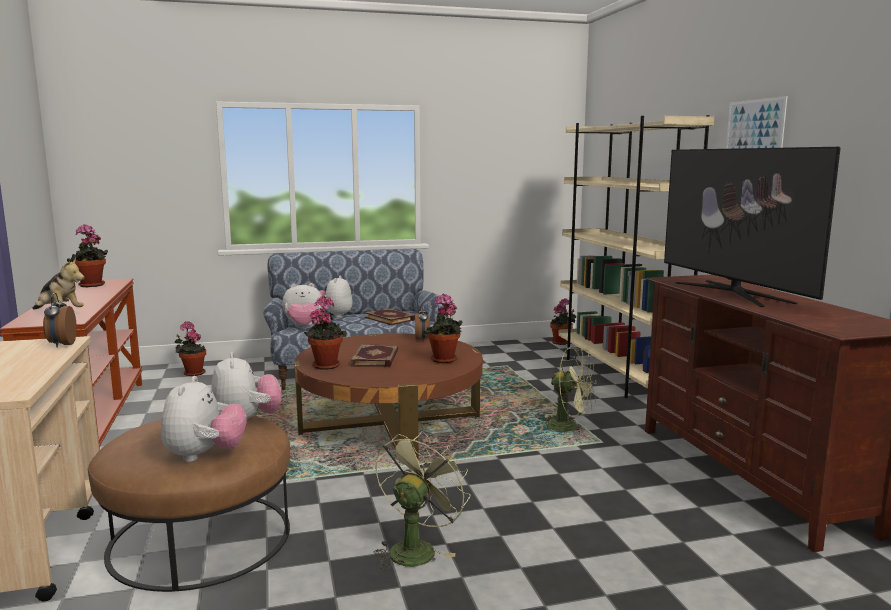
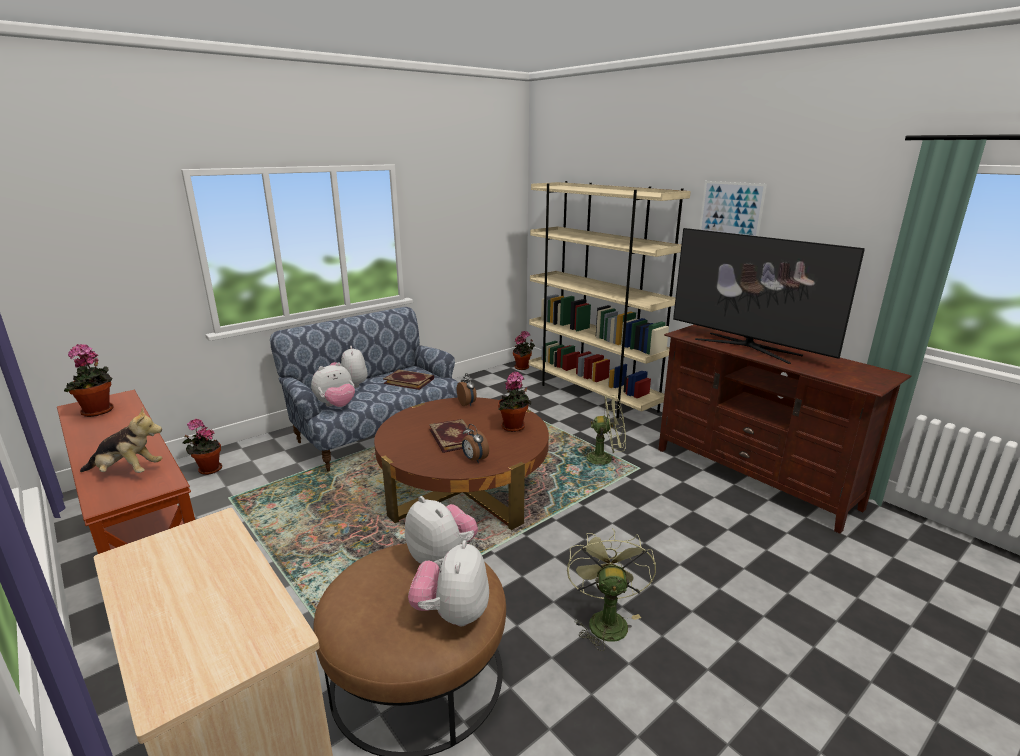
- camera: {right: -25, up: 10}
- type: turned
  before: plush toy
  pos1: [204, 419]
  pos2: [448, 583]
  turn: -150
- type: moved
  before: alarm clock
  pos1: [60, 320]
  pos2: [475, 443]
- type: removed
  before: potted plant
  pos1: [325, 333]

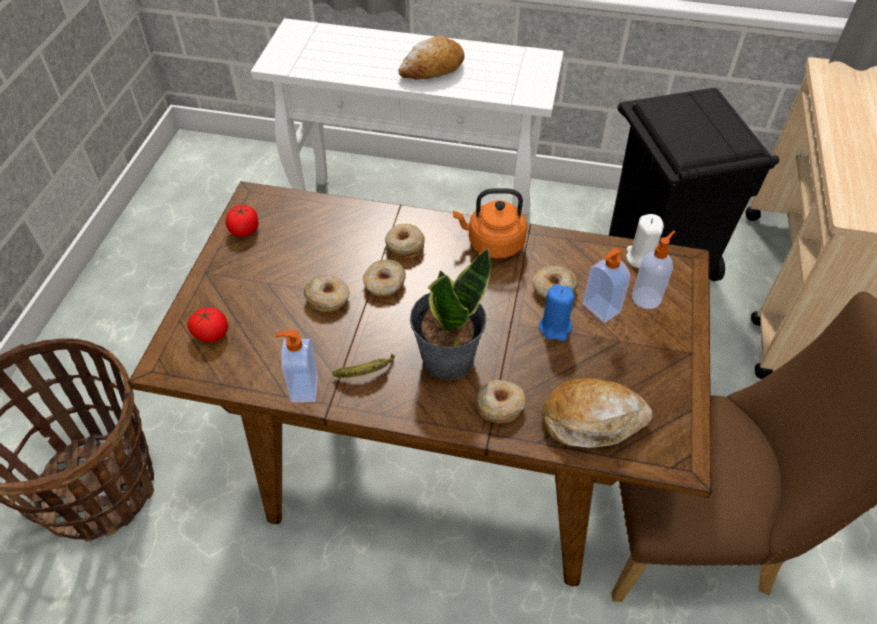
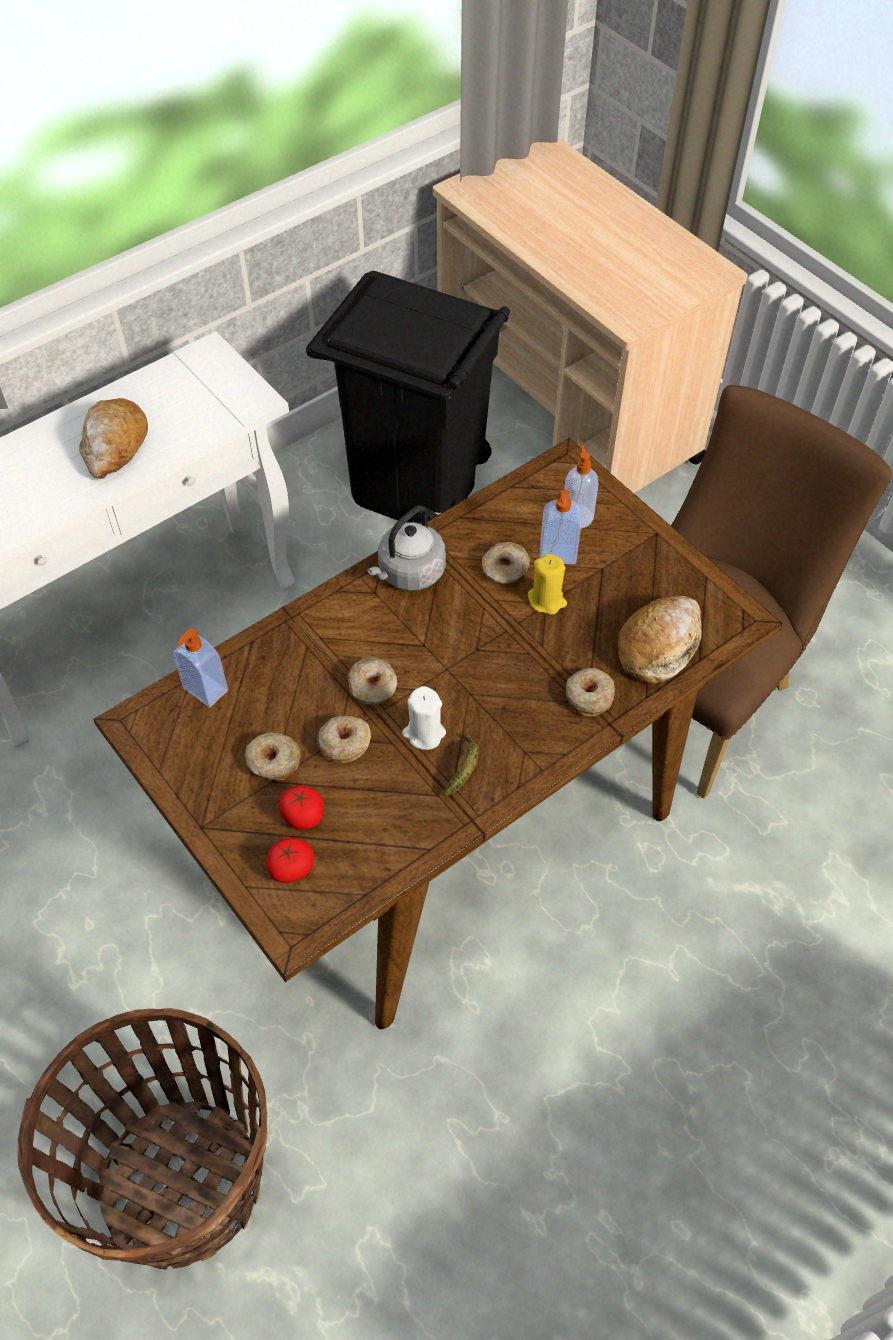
- camera: {right: -50, up: 5}
- type: moved
  before: soap dispenser
  pos1: [296, 366]
  pos2: [200, 667]
- type: moved
  before: donut
  pos1: [404, 241]
  pos2: [272, 756]
- type: moved
  before: tomato
  pos1: [242, 221]
  pos2: [301, 807]
- type: recoloured
  before: orange kettle
  after: grey kettle
  pos1: [490, 223]
  pos2: [406, 548]
- type: moved
  before: white candle
  pos1: [645, 241]
  pos2: [424, 718]
- type: recoloured
  before: blue candle
  after: yellow candle
  pos1: [556, 312]
  pos2: [547, 584]
- type: removed
  before: potted plant
  pos1: [450, 314]

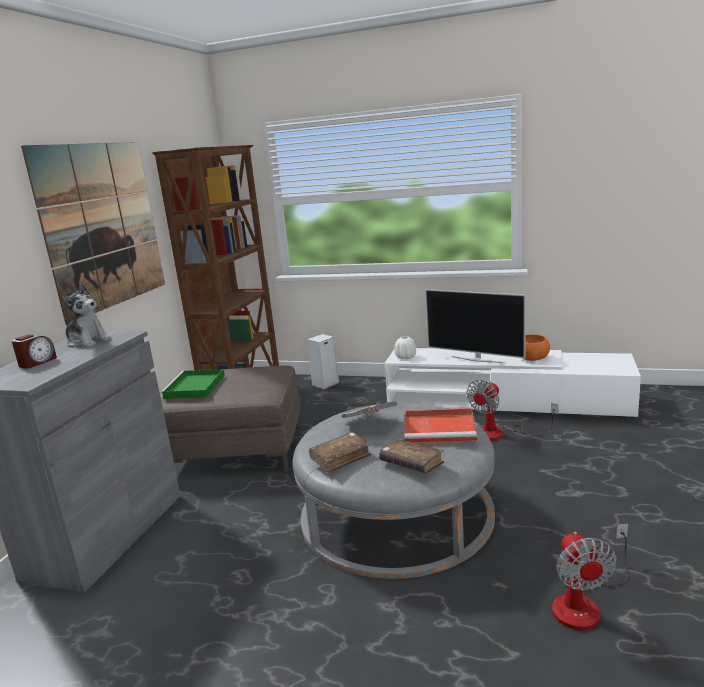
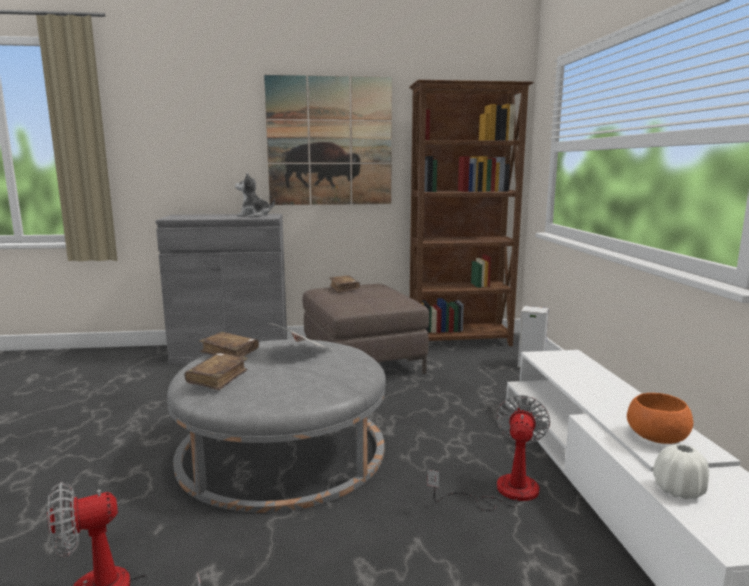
- camera: {right: 65, up: -5}
- type: turned
  before: plush toy
  pos1: [87, 315]
  pos2: [255, 195]
  turn: 90
- type: replaced
  before: green tray
  after: brown book
  pos1: [192, 384]
  pos2: [344, 284]
- type: turned
  before: fan
  pos1: [512, 410]
  pos2: [488, 453]
  turn: 90
- type: moved
  before: white vase
  pos1: [405, 347]
  pos2: [681, 471]
- type: removed
  before: alarm clock
  pos1: [34, 351]
- type: removed
  before: red tray
  pos1: [440, 426]
- type: removed
  before: television
  pos1: [475, 326]

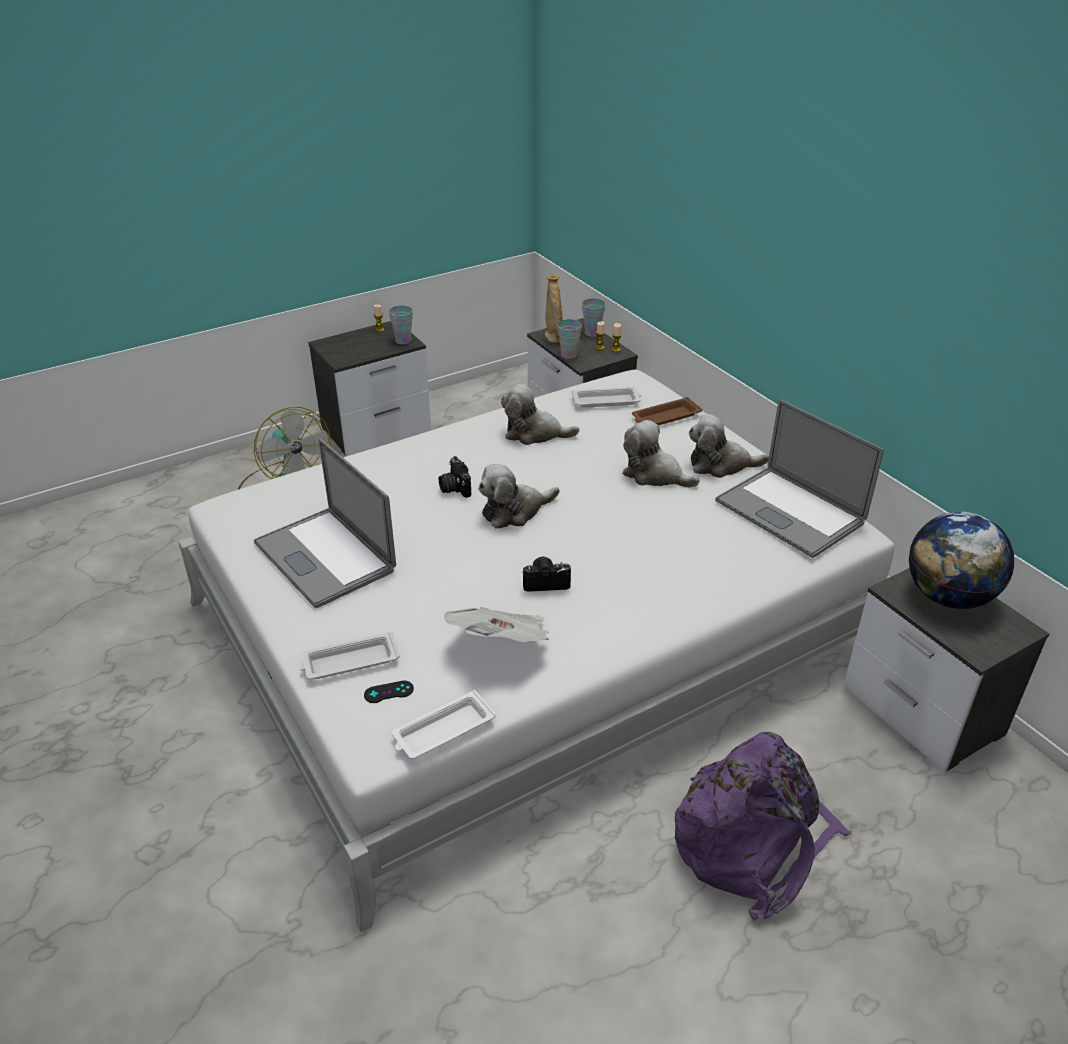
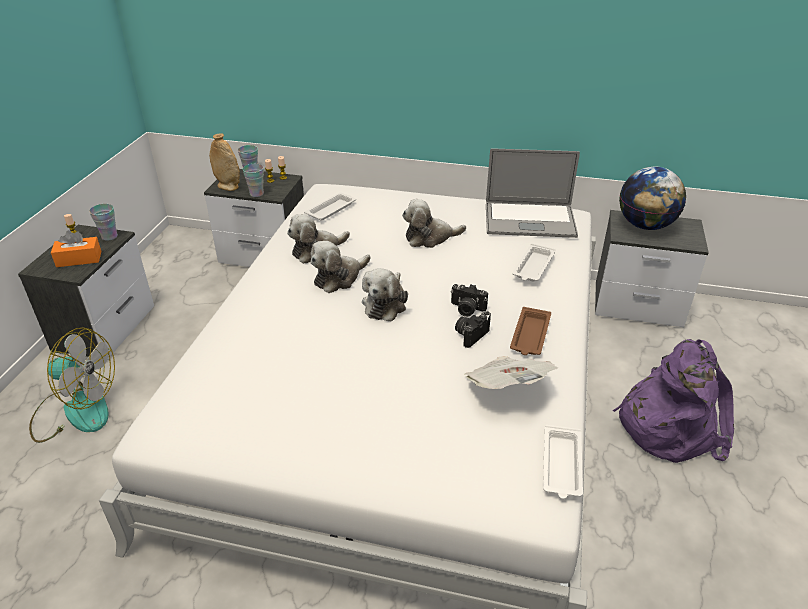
- camera: {right: -45, up: 0}
- type: added
  after: orange tissue box
  pos2: [76, 248]
- type: moved
  before: plush toy
  pos1: [729, 446]
  pos2: [341, 267]
- type: moved
  before: photo camera
  pos1: [455, 477]
  pos2: [469, 300]
- type: moved
  before: brown tray
  pos1: [667, 411]
  pos2: [530, 331]
- type: moved
  before: white tray
  pos1: [349, 655]
  pos2: [534, 263]
- type: removed
  before: laptop
  pos1: [325, 523]
- type: removed
  before: black game controller
  pos1: [389, 692]

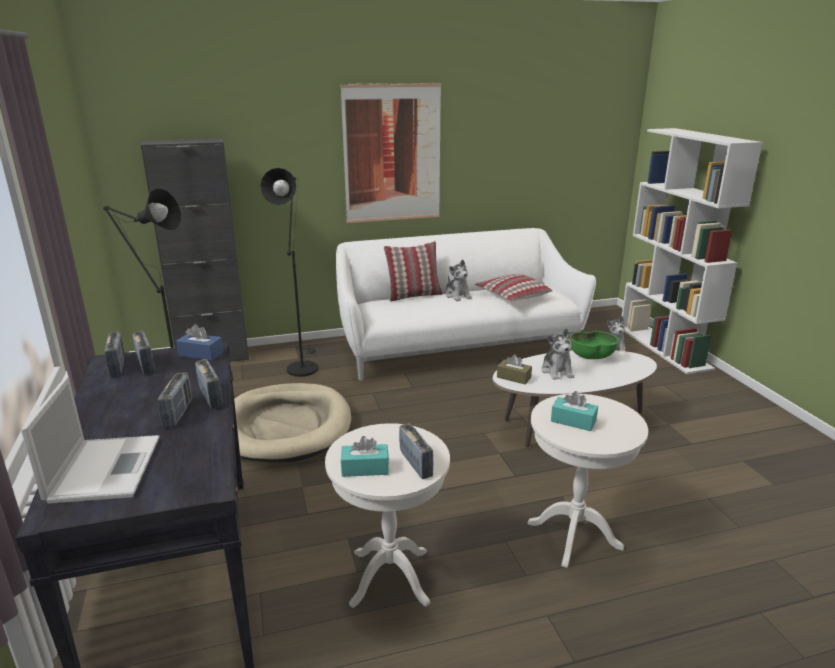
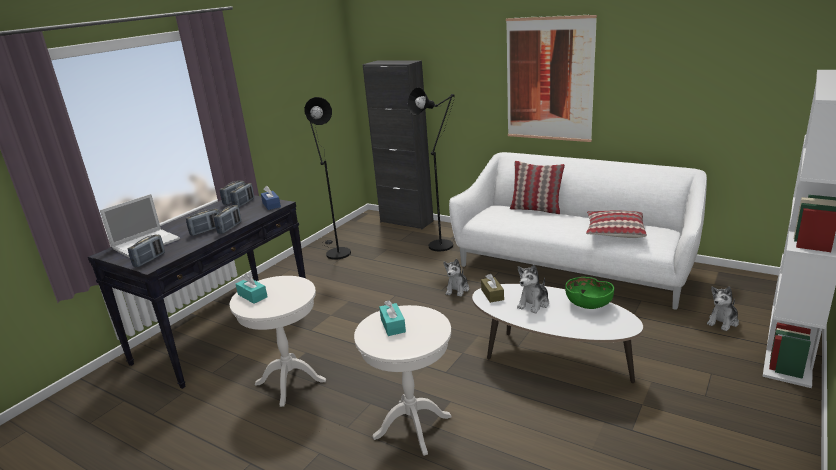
- camera: {right: 50, up: 0}
- type: moved
  before: radio
  pos1: [416, 451]
  pos2: [146, 251]
- type: moved
  before: plush toy
  pos1: [458, 280]
  pos2: [456, 278]
- type: removed
  before: beige dog bed
  pos1: [292, 422]

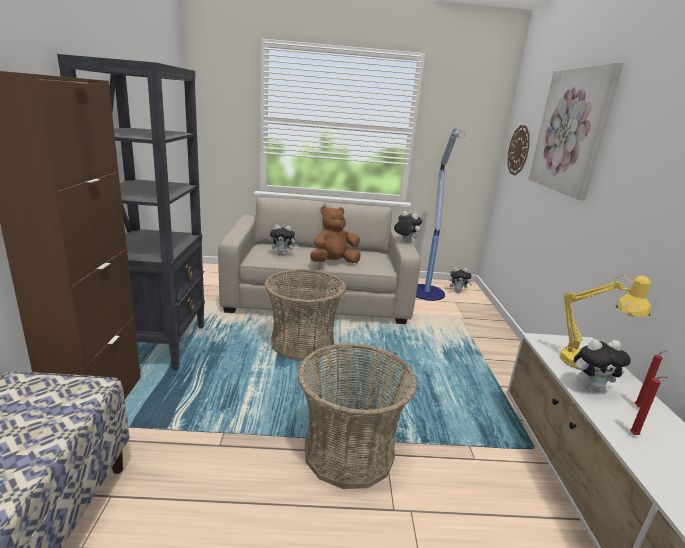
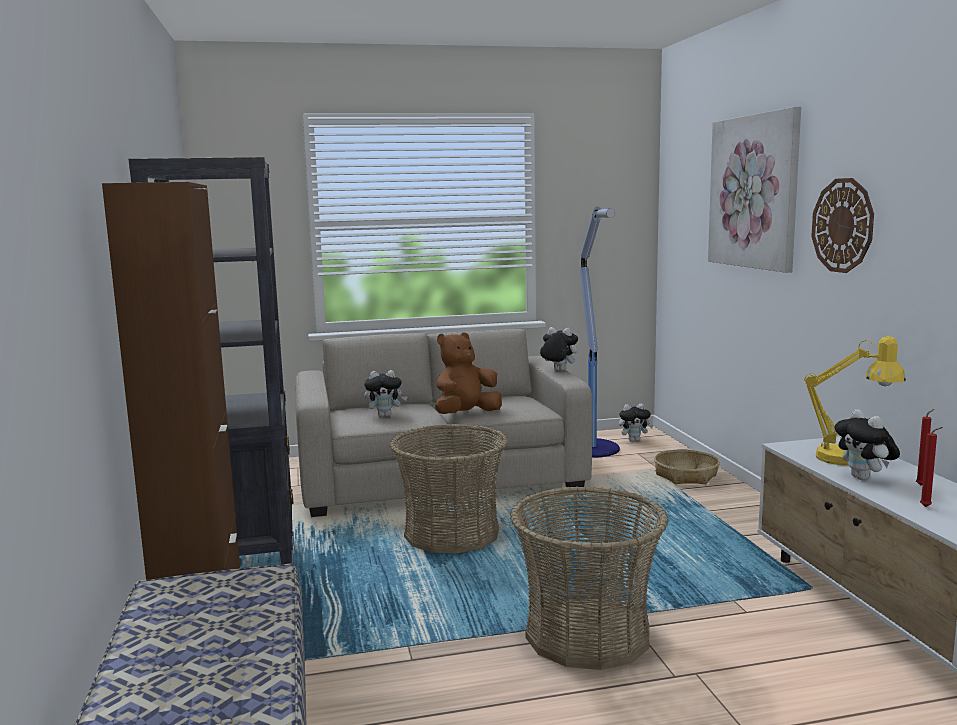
- camera: {right: -10, up: -10}
- type: added
  after: basket
  pos2: [687, 466]
- type: moved
  before: wall clock
  pos1: [519, 150]
  pos2: [842, 225]
- type: turned
  before: plush toy
  pos1: [602, 365]
  pos2: [867, 444]
  turn: 90

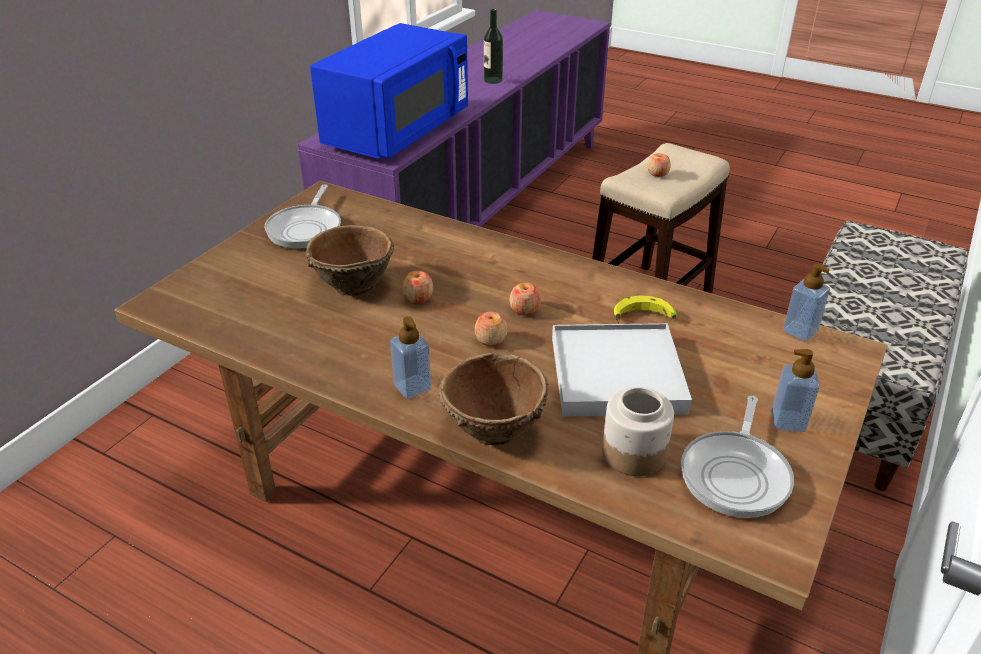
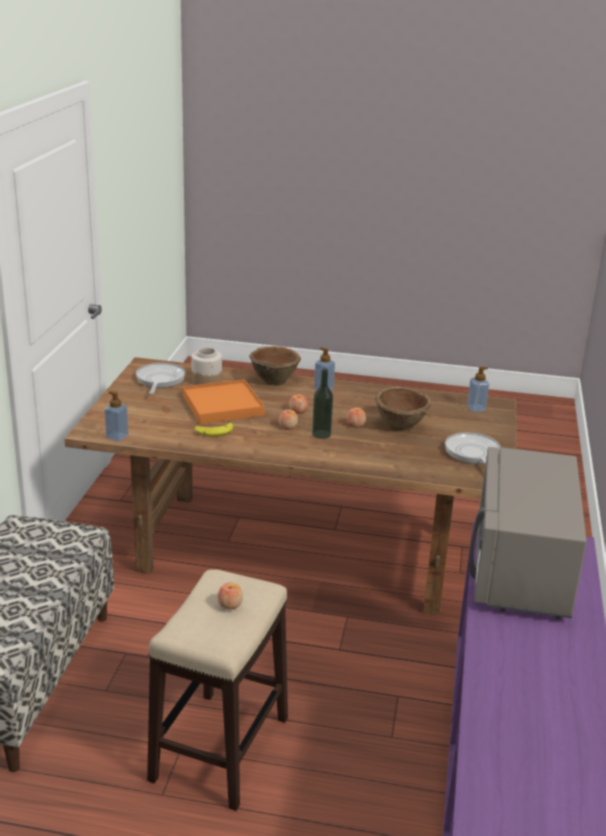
- camera: {right: 160, up: -10}
- type: recoloured
  before: white tray
  after: orange tray
  pos1: [622, 370]
  pos2: [224, 401]
- type: moved
  before: bottle
  pos1: [493, 46]
  pos2: [322, 404]
- type: moved
  before: soap dispenser
  pos1: [795, 390]
  pos2: [478, 389]
- type: recoloured
  before: blue microwave
  after: grey microwave
  pos1: [389, 91]
  pos2: [528, 533]

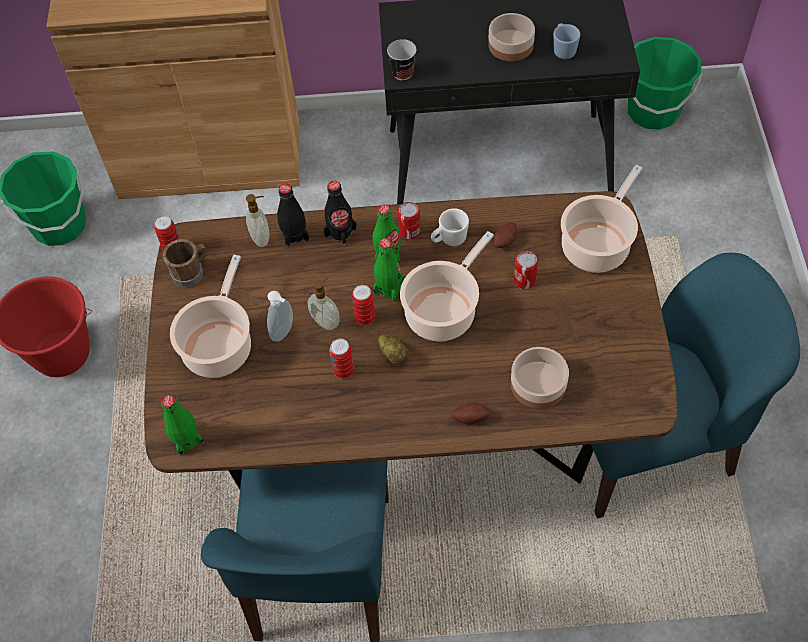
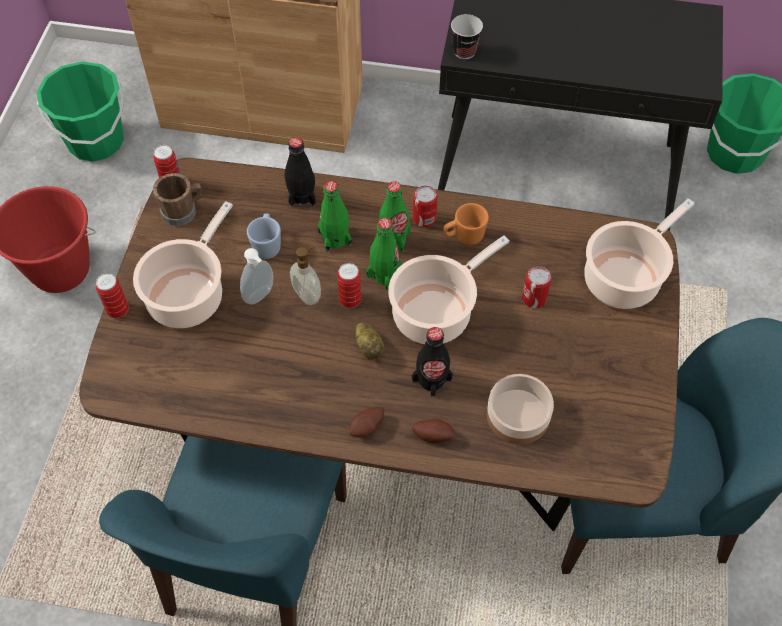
- camera: {right: 10, up: 0}
- type: moved
  before: can
  pos1: [341, 359]
  pos2: [112, 295]
- type: moved
  before: blue mug
  pos1: [566, 41]
  pos2: [264, 236]
- type: moved
  before: green bottle
  pos1: [182, 425]
  pos2: [335, 216]
- type: moved
  before: potato
  pos1: [505, 235]
  pos2: [366, 422]
- type: moved
  before: black bottle
  pos1: [340, 213]
  pos2: [432, 362]
- type: recoloured
  before: white mug
  after: orange mug
  pos1: [450, 227]
  pos2: [466, 224]
- type: removed
  before: soap dispenser
  pos1: [258, 220]
- type: removed
  before: bowl
  pos1: [511, 37]

